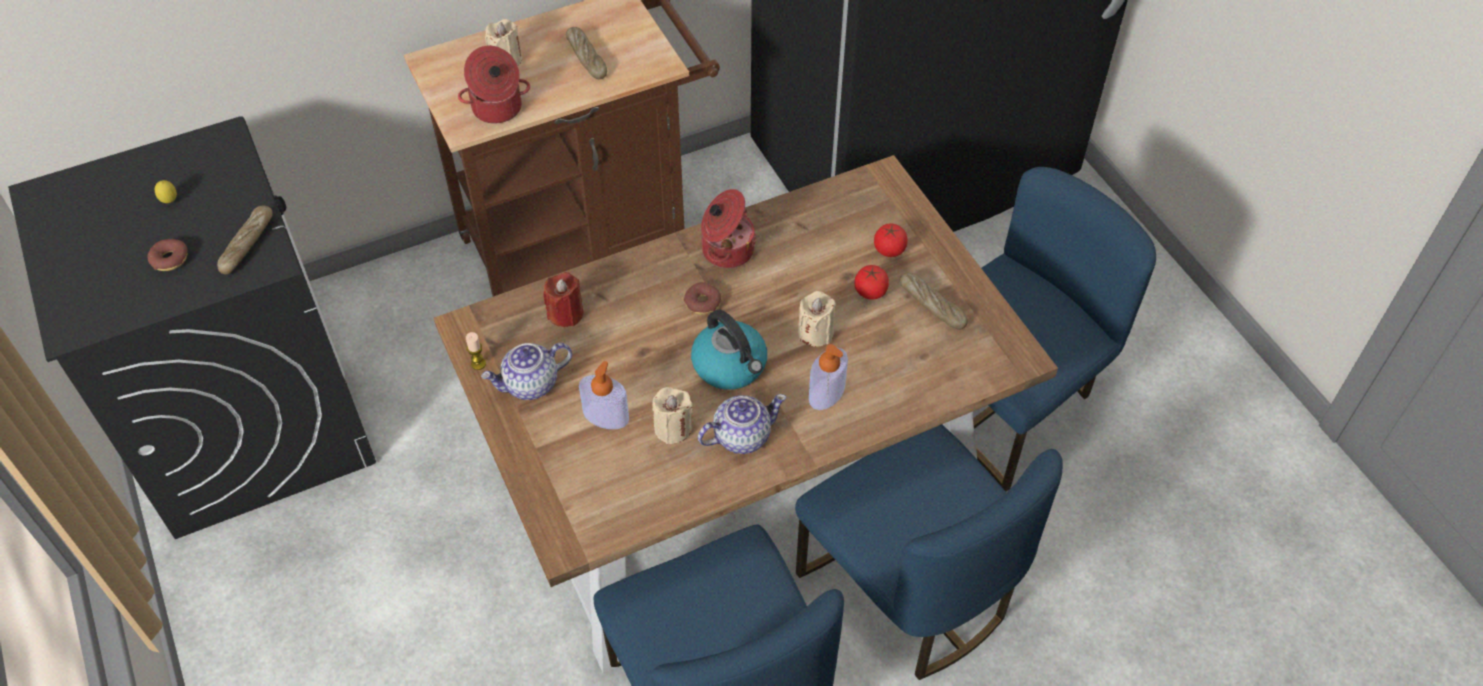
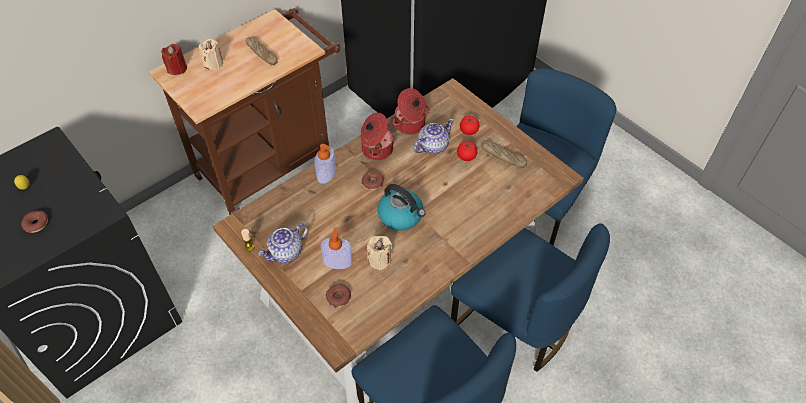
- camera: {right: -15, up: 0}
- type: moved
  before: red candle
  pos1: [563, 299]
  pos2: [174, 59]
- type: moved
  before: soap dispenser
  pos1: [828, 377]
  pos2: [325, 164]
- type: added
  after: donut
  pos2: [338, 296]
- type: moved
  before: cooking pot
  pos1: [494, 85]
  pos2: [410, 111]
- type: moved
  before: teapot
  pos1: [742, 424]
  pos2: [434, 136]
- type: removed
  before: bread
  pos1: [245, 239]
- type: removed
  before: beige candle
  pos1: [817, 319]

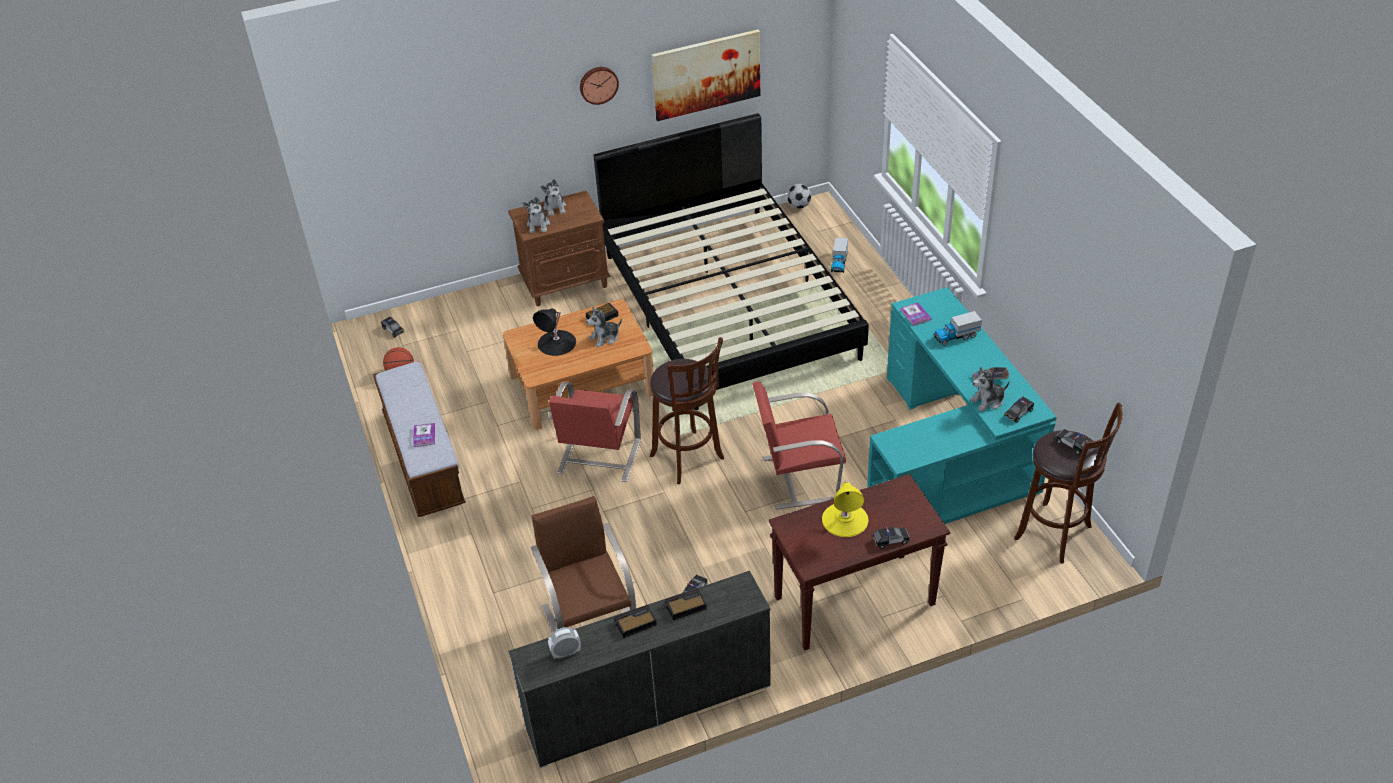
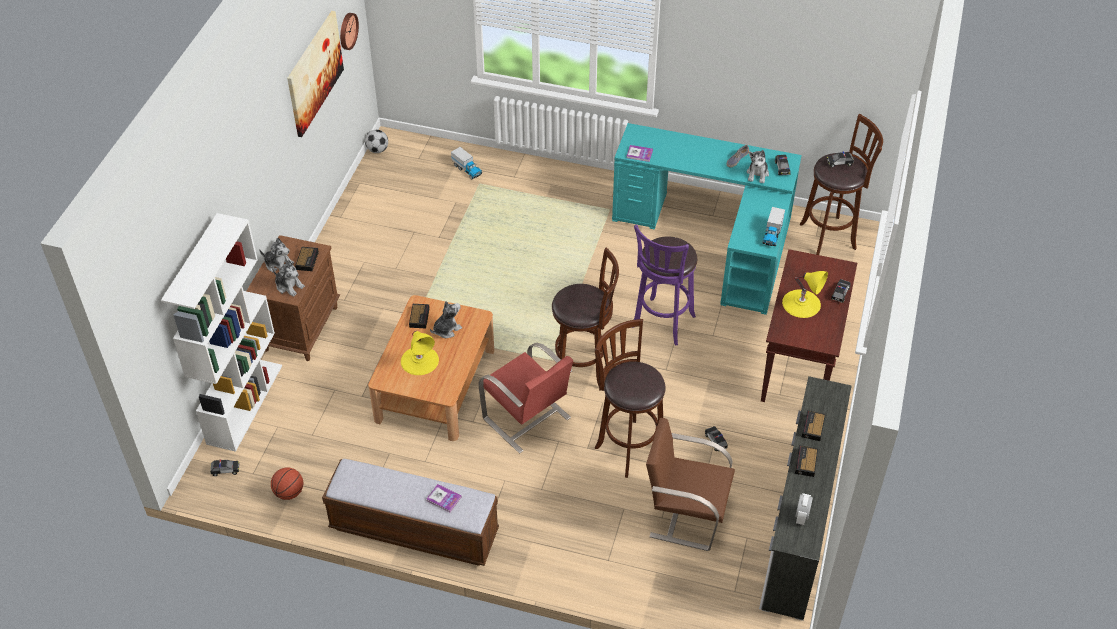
- camera: {right: -55, up: 5}
- type: added
  after: white bookcase
  pos2: [221, 332]
- type: added
  after: alarm clock
  pos2: [307, 259]
- type: moved
  before: wall clock
  pos1: [599, 86]
  pos2: [349, 31]
- type: recoloured
  before: black table lamp
  after: yellow table lamp
  pos1: [554, 332]
  pos2: [420, 353]
- type: turned
  before: plush toy
  pos1: [604, 327]
  pos2: [446, 319]
  turn: -135
- type: added
  after: brown stool
  pos2: [630, 398]
- type: replaced
  before: red chair
  after: purple stool
  pos1: [799, 445]
  pos2: [664, 285]
- type: moved
  before: toy truck
  pos1: [958, 328]
  pos2: [773, 227]
- type: removed
  before: black bed
  pos1: [731, 261]

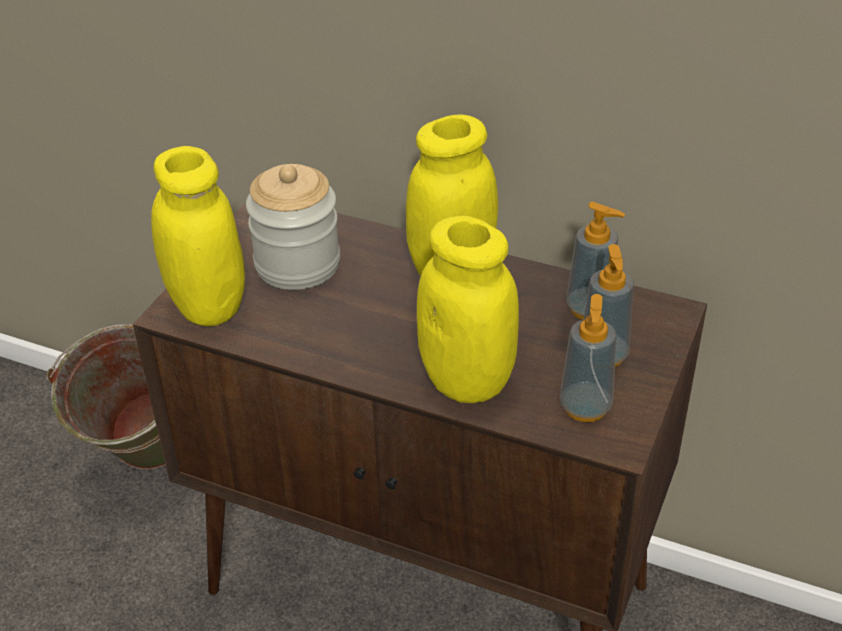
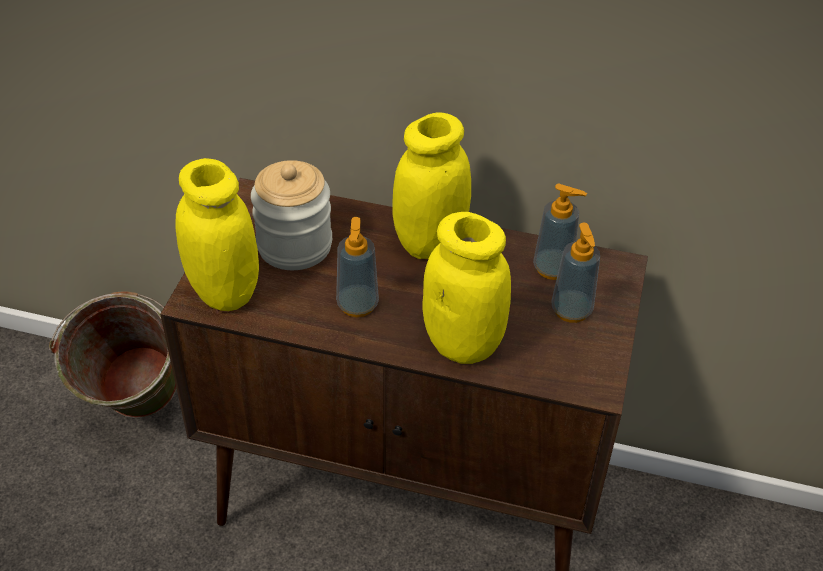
- camera: {right: -10, up: 5}
- type: moved
  before: soap dispenser
  pos1: [588, 358]
  pos2: [357, 267]

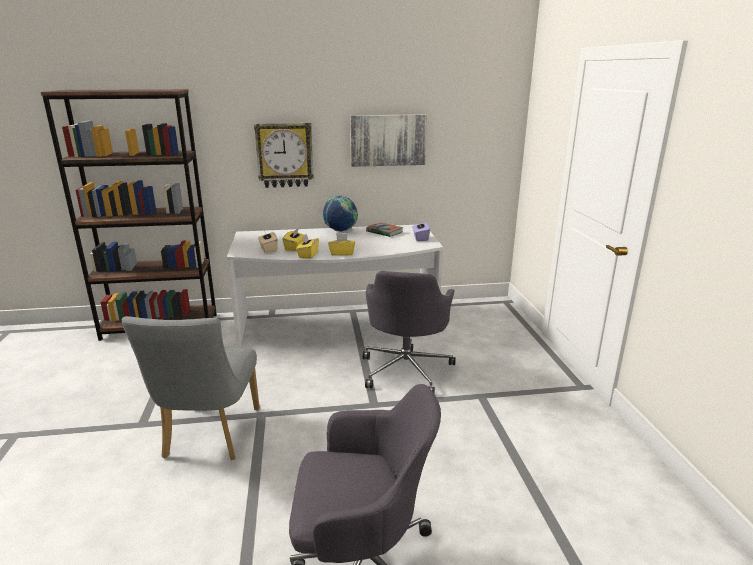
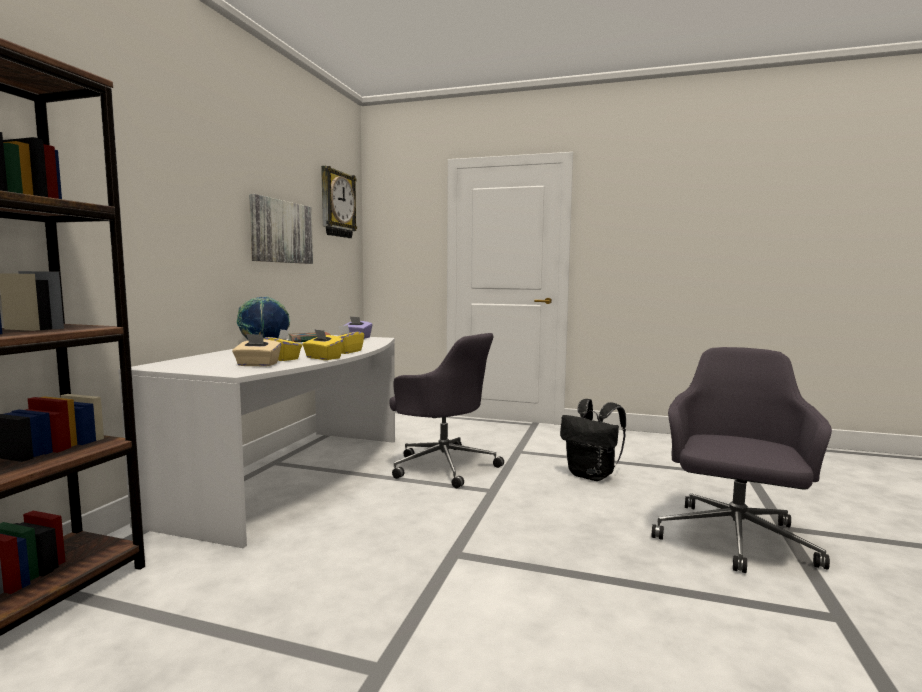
- camera: {right: -65, up: -15}
- type: moved
  before: wall clock
  pos1: [284, 155]
  pos2: [339, 202]
- type: added
  after: black backpack
  pos2: [593, 440]
- type: removed
  before: grey chair
  pos1: [191, 388]

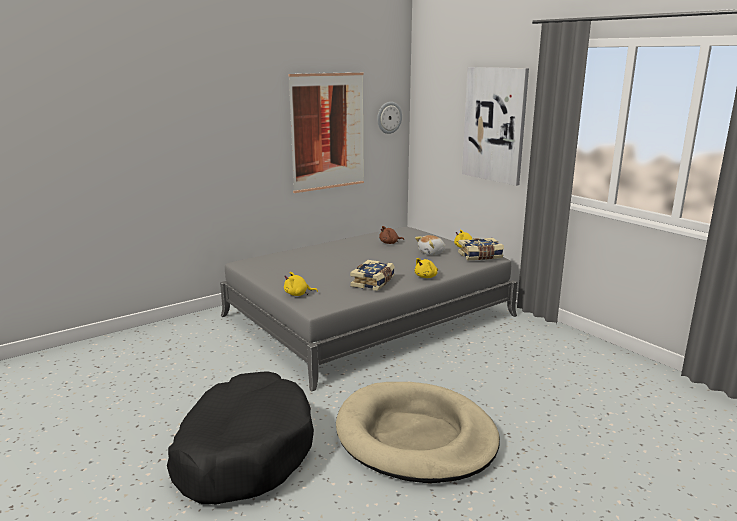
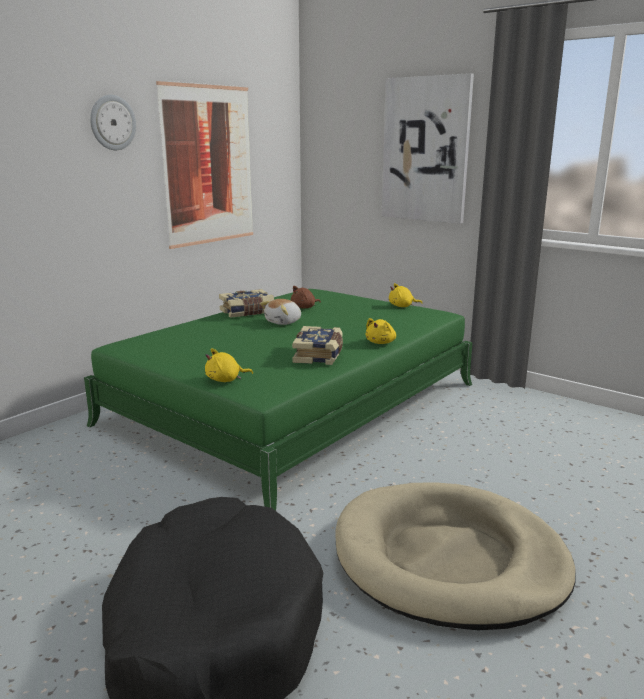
- camera: {right: -15, up: 0}
- type: recoloured
  before: grey bed
  after: green bed
  pos1: [369, 309]
  pos2: [278, 400]
- type: moved
  before: wall clock
  pos1: [389, 118]
  pos2: [113, 122]
- type: moved
  before: book
  pos1: [481, 249]
  pos2: [246, 303]
- type: moved
  before: plush toy
  pos1: [430, 245]
  pos2: [280, 312]

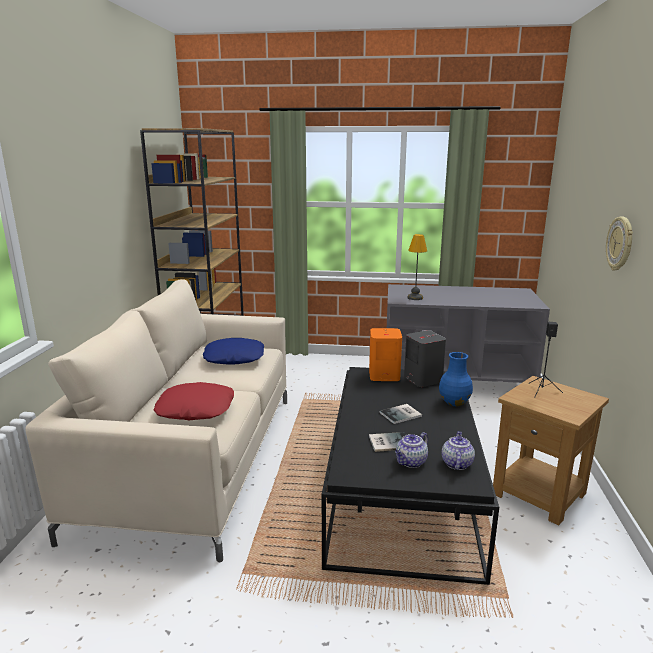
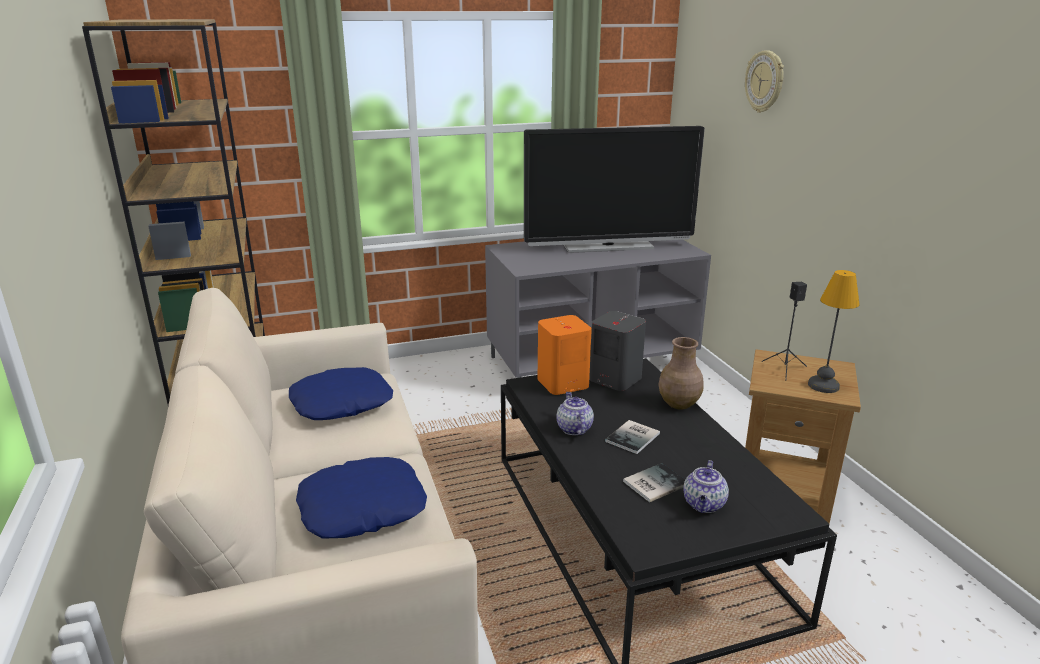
- camera: {right: -25, up: 5}
- type: recoloured
  before: red pillow
  after: blue pillow
  pos1: [193, 401]
  pos2: [361, 498]
- type: added
  after: television
  pos2: [614, 189]
- type: moved
  before: teapot
  pos1: [458, 450]
  pos2: [575, 413]
- type: recoloured
  before: blue vase
  after: brown vase
  pos1: [456, 379]
  pos2: [681, 373]
- type: moved
  before: wall clock
  pos1: [619, 243]
  pos2: [764, 81]
- type: moved
  before: table lamp
  pos1: [417, 267]
  pos2: [834, 331]

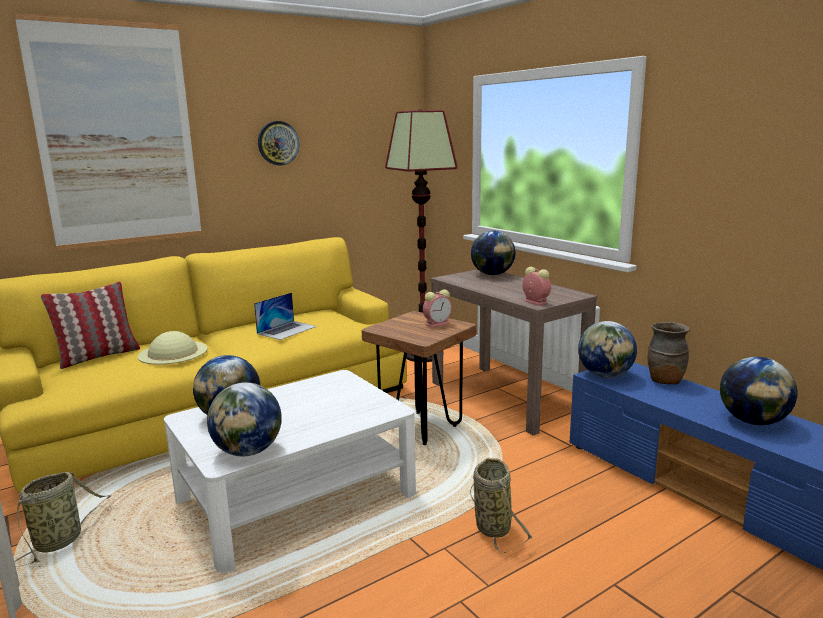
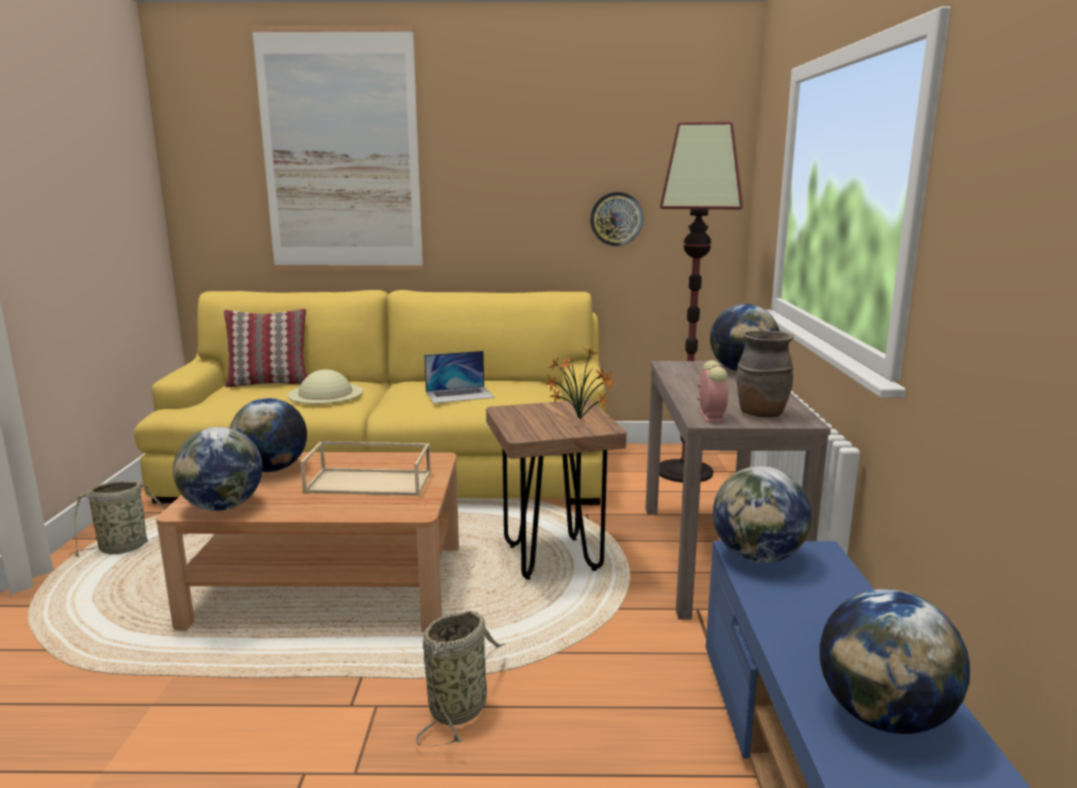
- camera: {right: 35, up: 0}
- type: recoloured
  before: white coffee table
  after: brown coffee table
  pos1: [290, 471]
  pos2: [307, 542]
- type: added
  after: beige tray
  pos2: [365, 468]
- type: replaced
  before: alarm clock
  after: potted plant
  pos1: [437, 308]
  pos2: [581, 383]
- type: moved
  before: wall clock
  pos1: [278, 143]
  pos2: [616, 219]
- type: moved
  before: brown vase
  pos1: [668, 353]
  pos2: [765, 374]

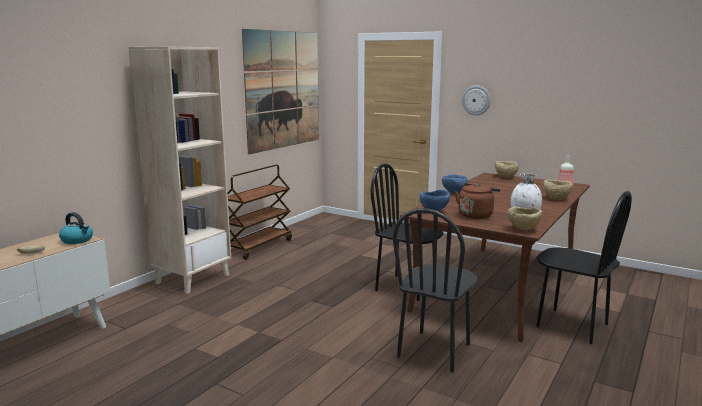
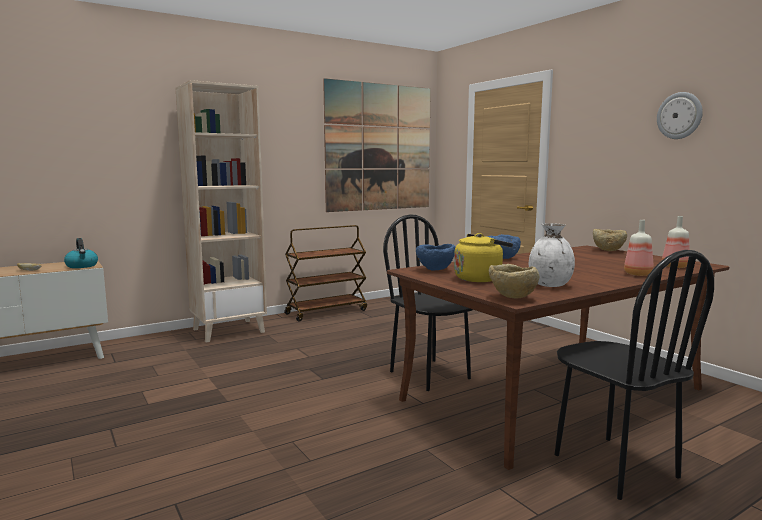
- camera: {right: 25, up: -5}
- type: recoloured
  before: brown kettle
  after: yellow kettle
  pos1: [477, 201]
  pos2: [483, 257]
- type: replaced
  before: beige bowl
  after: bottle
  pos1: [558, 189]
  pos2: [639, 248]
- type: moved
  before: wall clock
  pos1: [476, 100]
  pos2: [680, 115]
- type: removed
  before: black chair
  pos1: [435, 290]

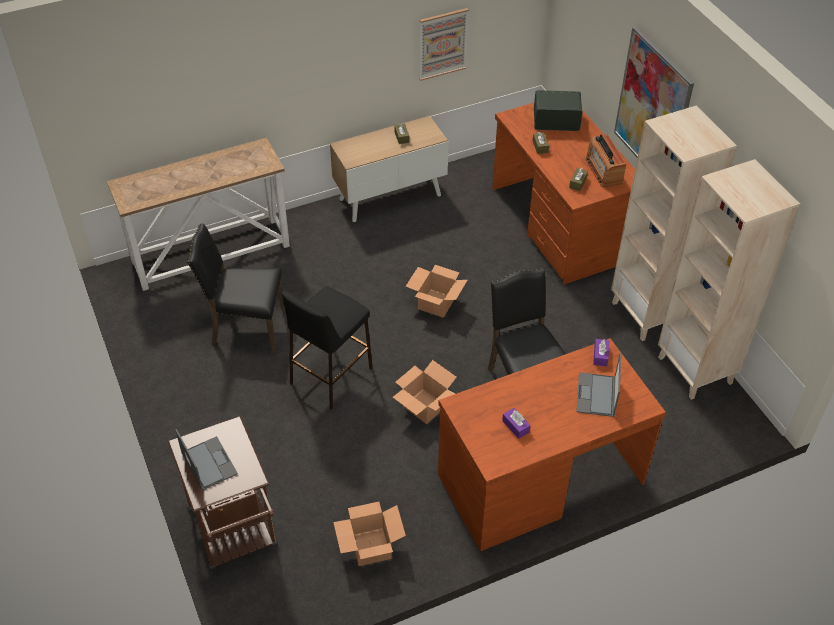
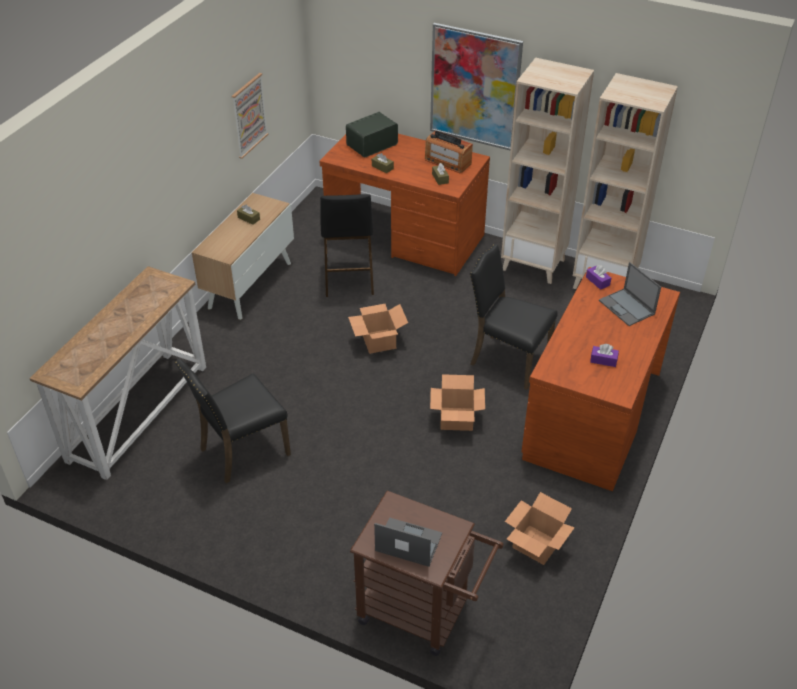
- camera: {right: -40, up: -5}
- type: moved
  before: black stool
  pos1: [327, 348]
  pos2: [347, 245]

